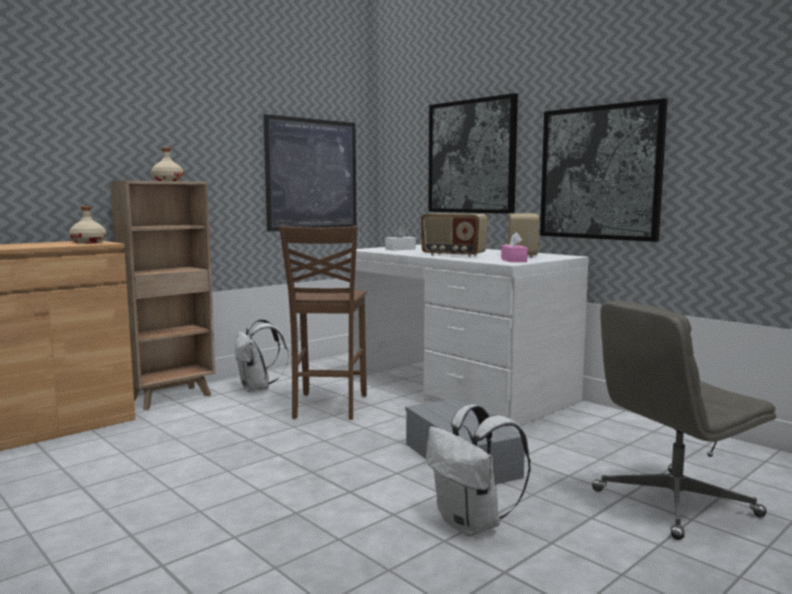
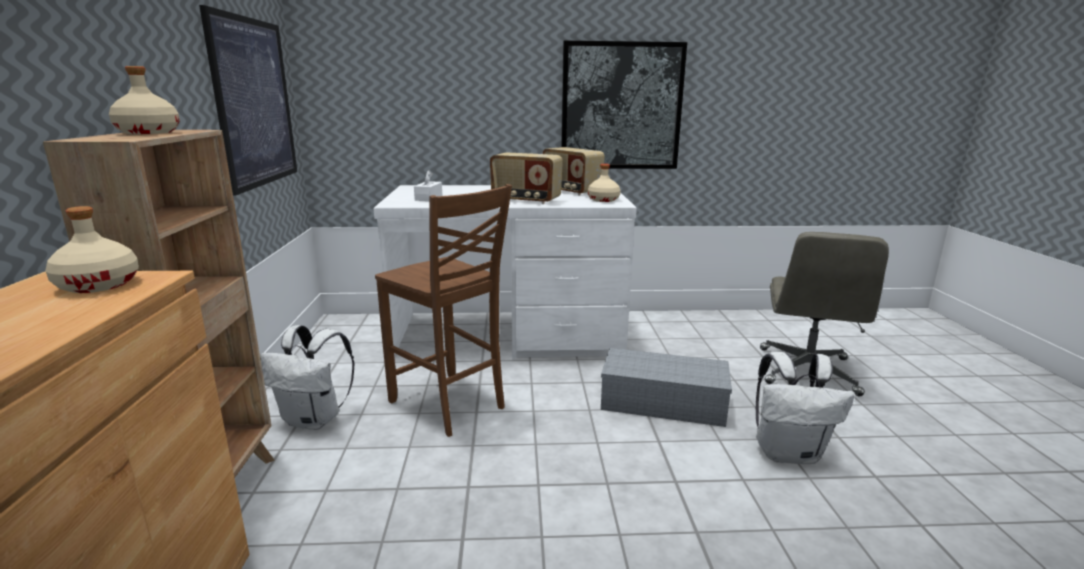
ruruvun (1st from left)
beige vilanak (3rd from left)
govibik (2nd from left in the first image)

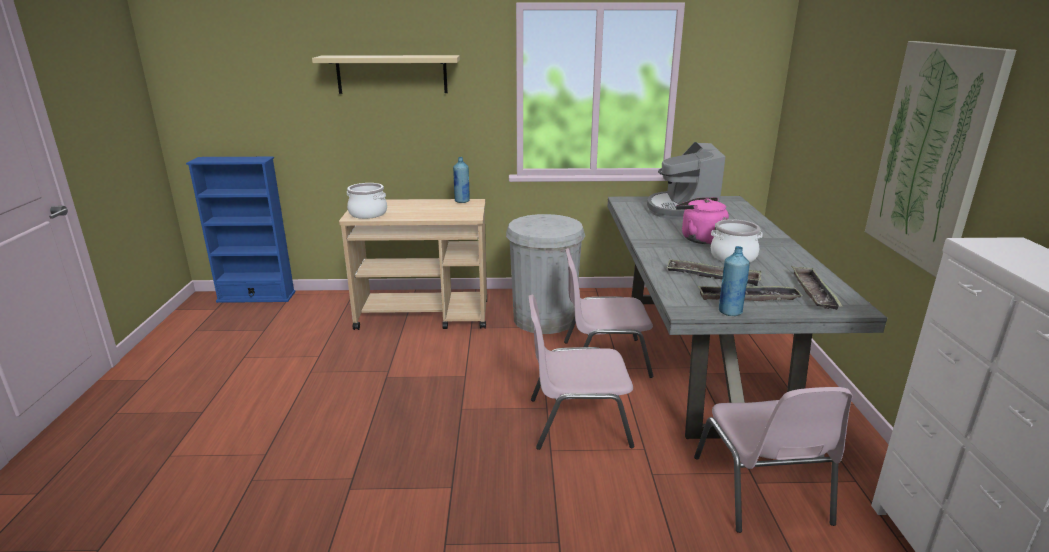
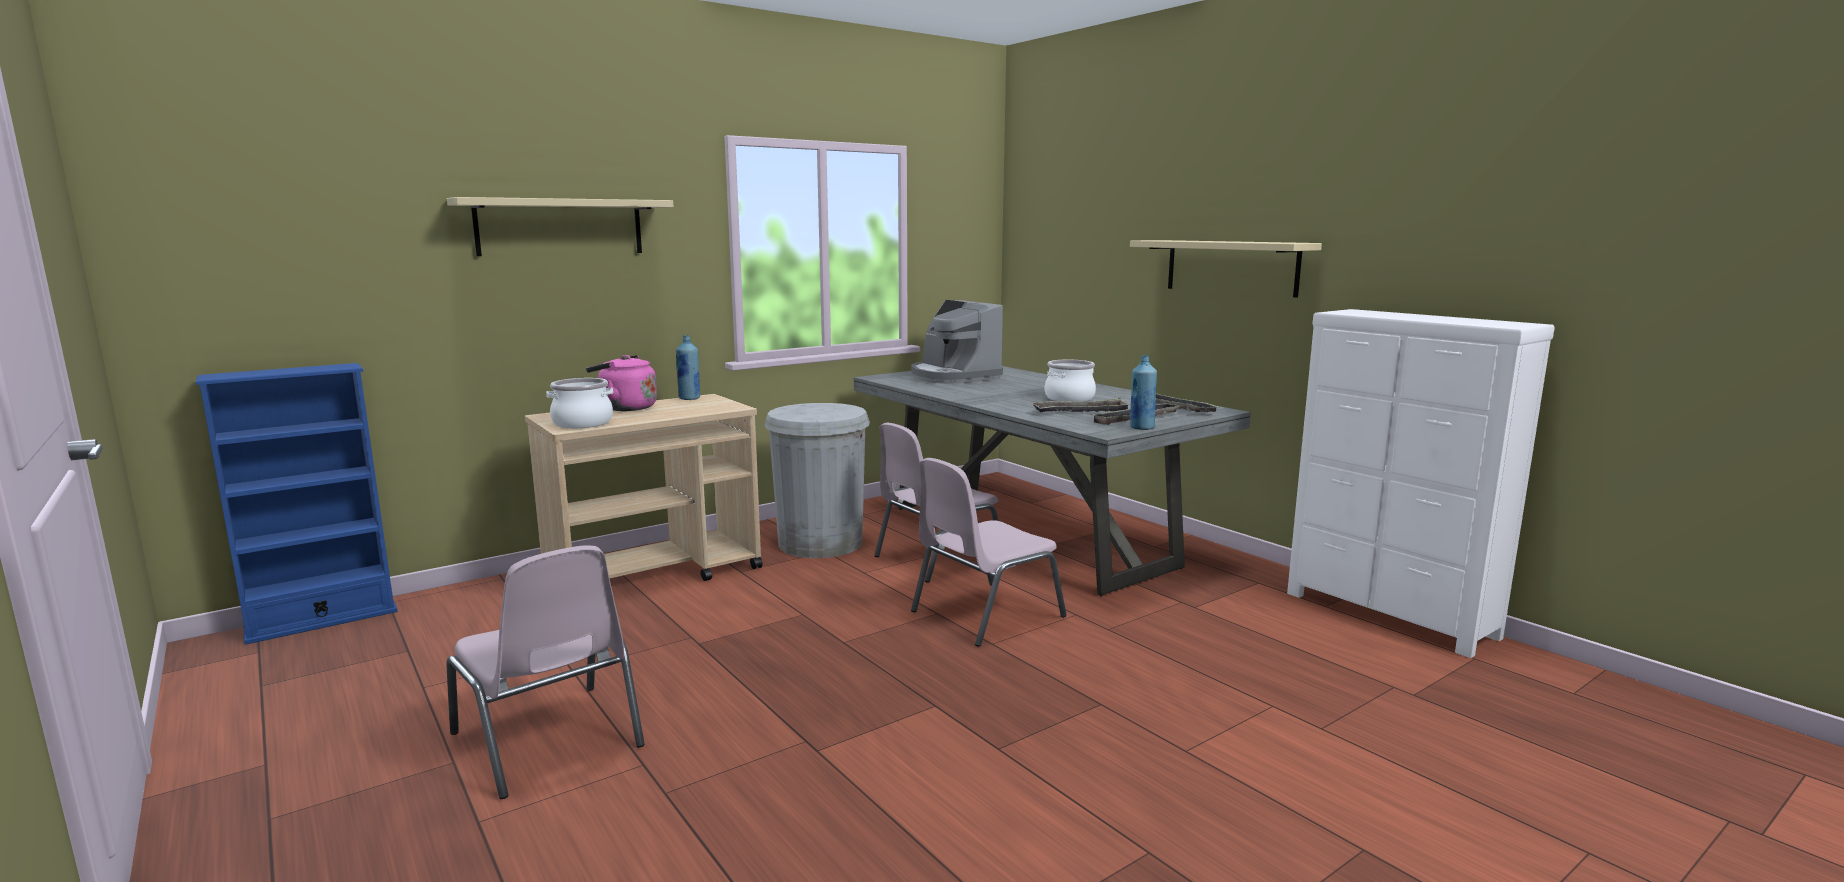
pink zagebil (1st from left)
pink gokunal
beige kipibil (2nd from left)

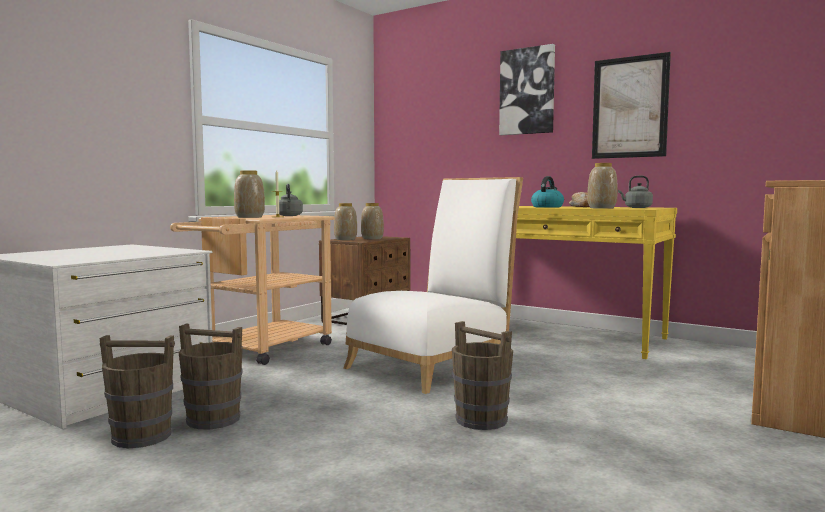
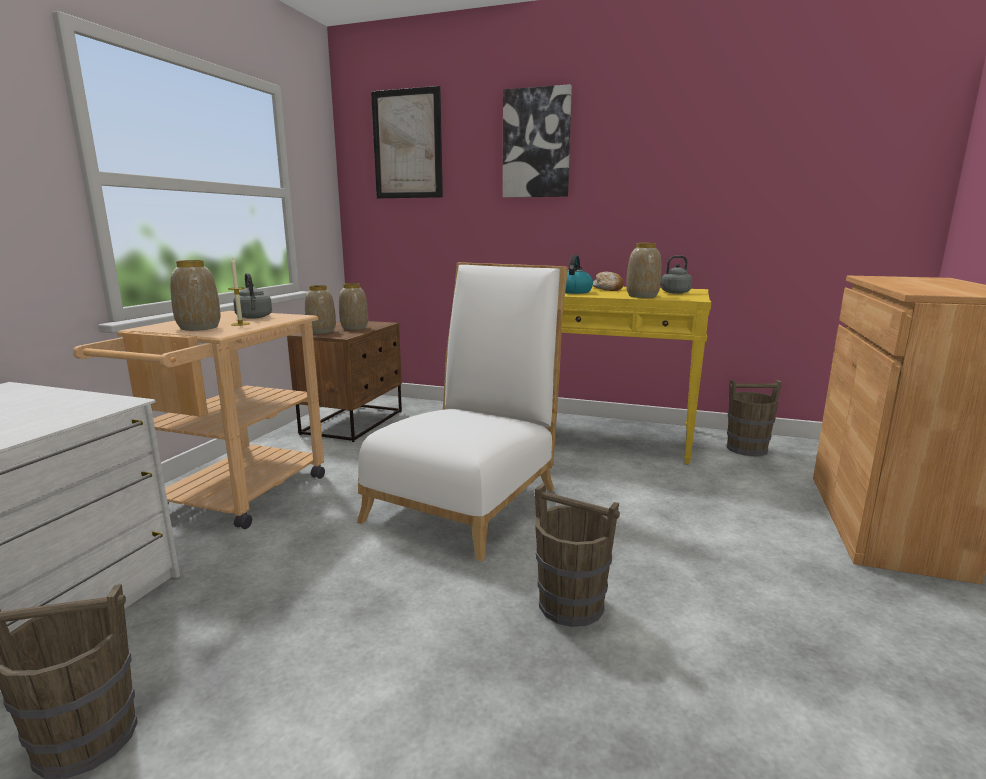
govibik (1st from left)
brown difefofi (3rd from left)

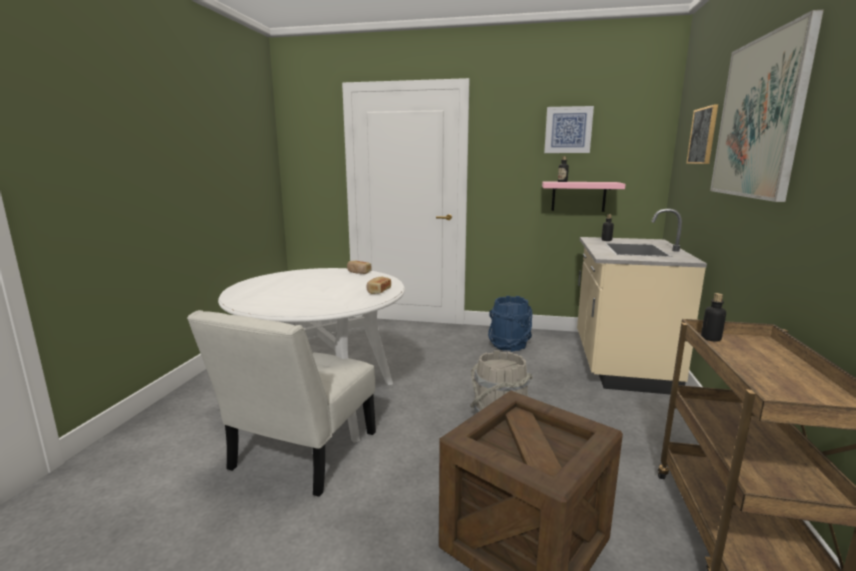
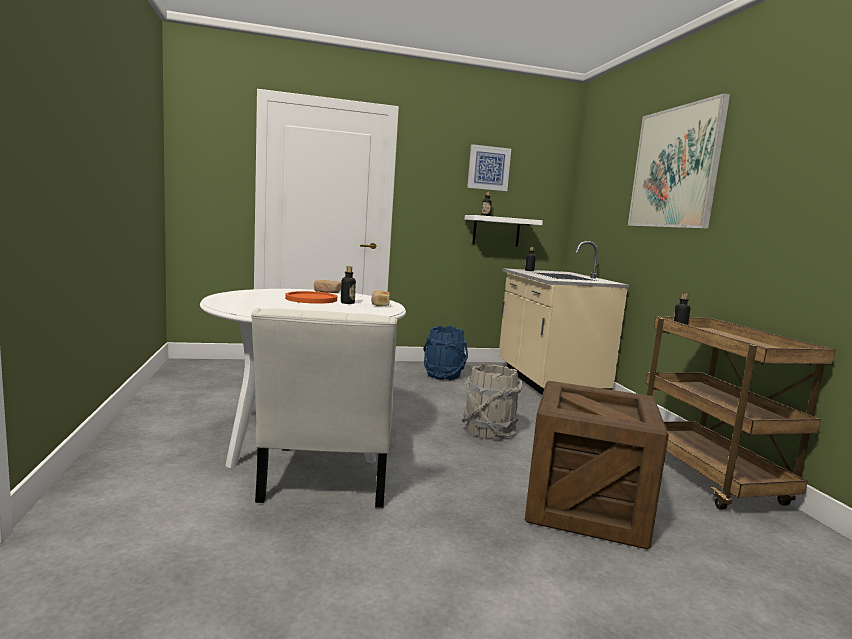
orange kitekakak
vilanak (1st from left)
white kipibil
govibik (2nd from left in the first image)

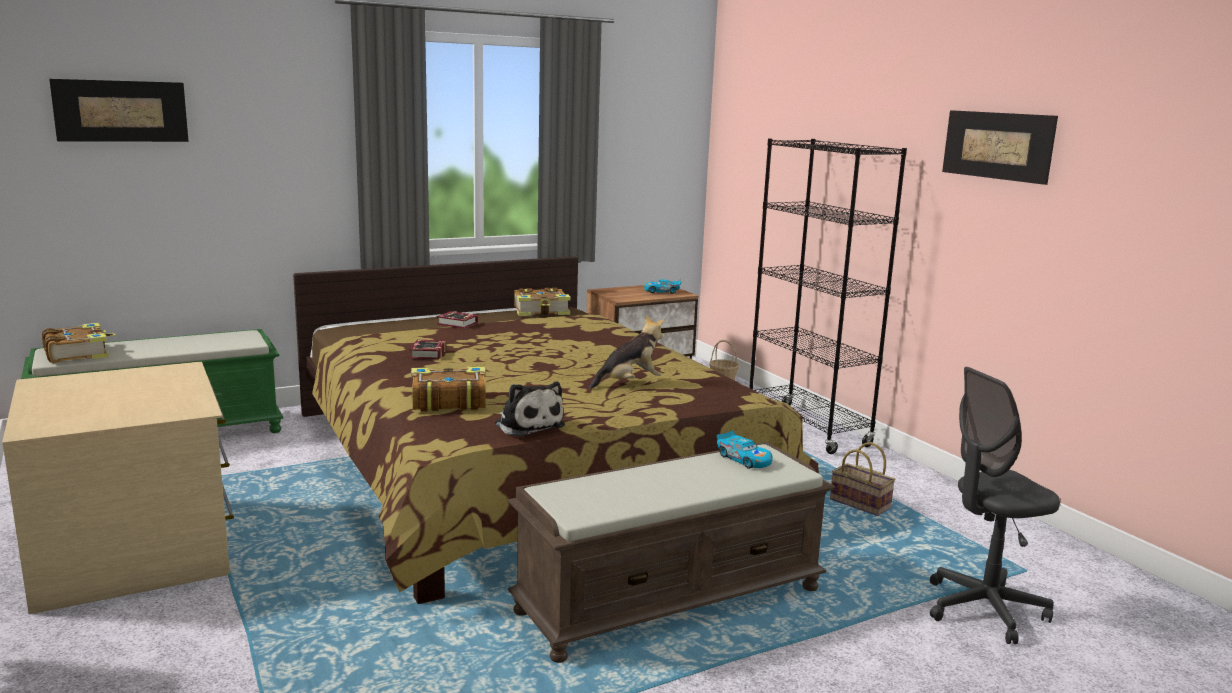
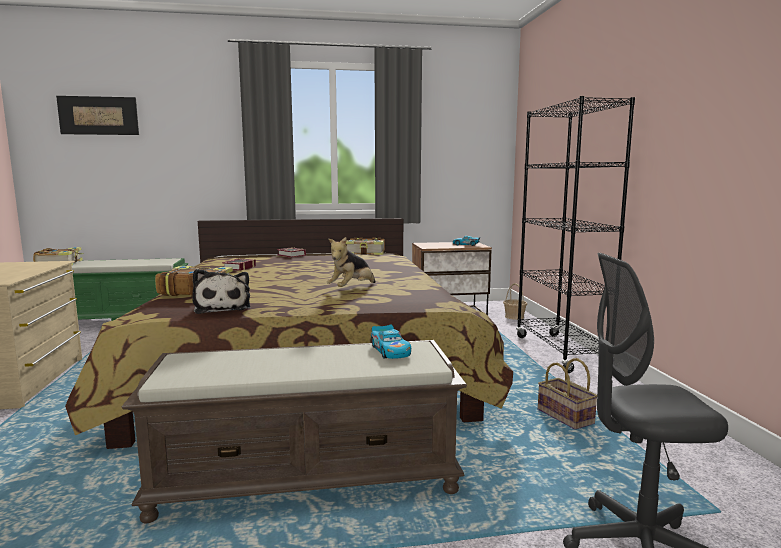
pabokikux (2nd from left)
govibik (2nd from left in the first image)

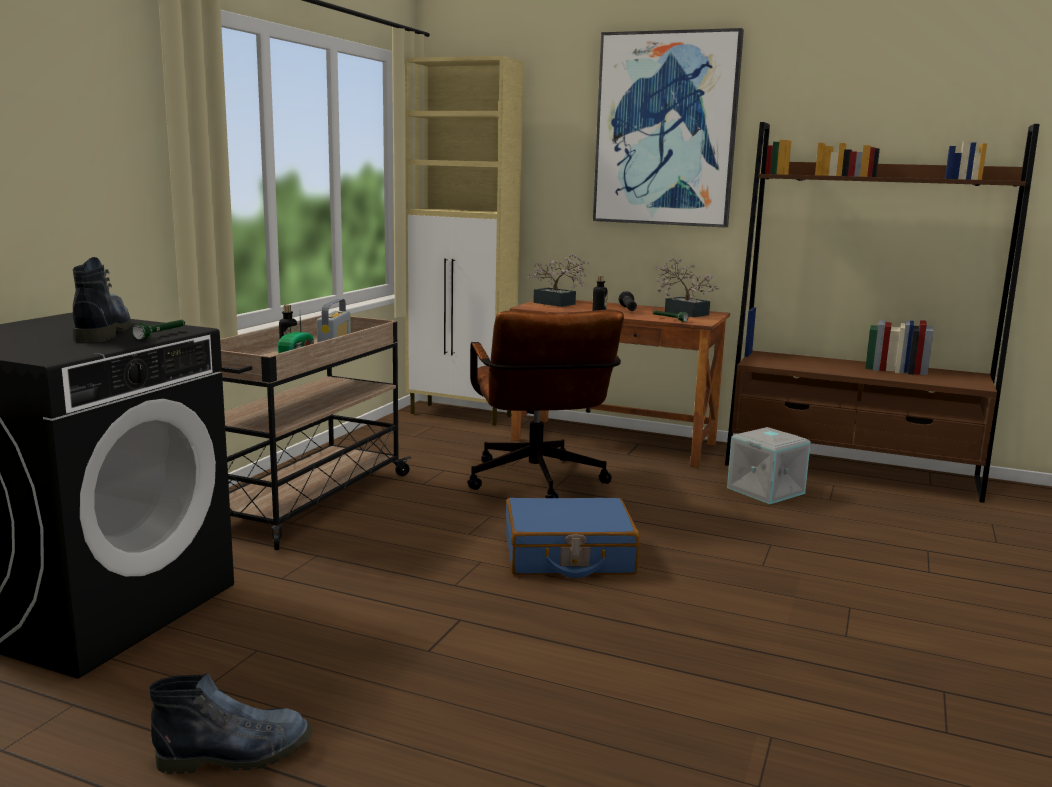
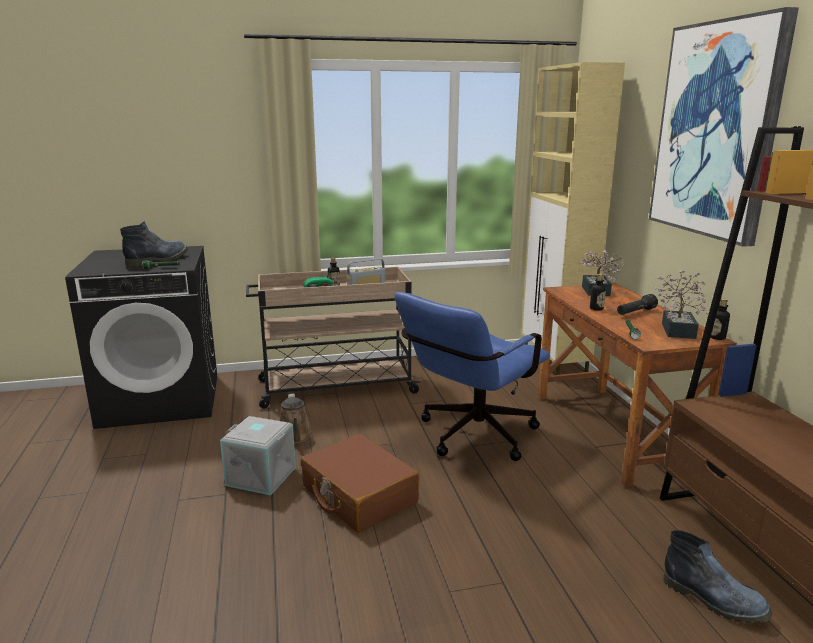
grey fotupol
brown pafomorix
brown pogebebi
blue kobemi
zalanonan (2nd from left)
vilanak (3rd from left)

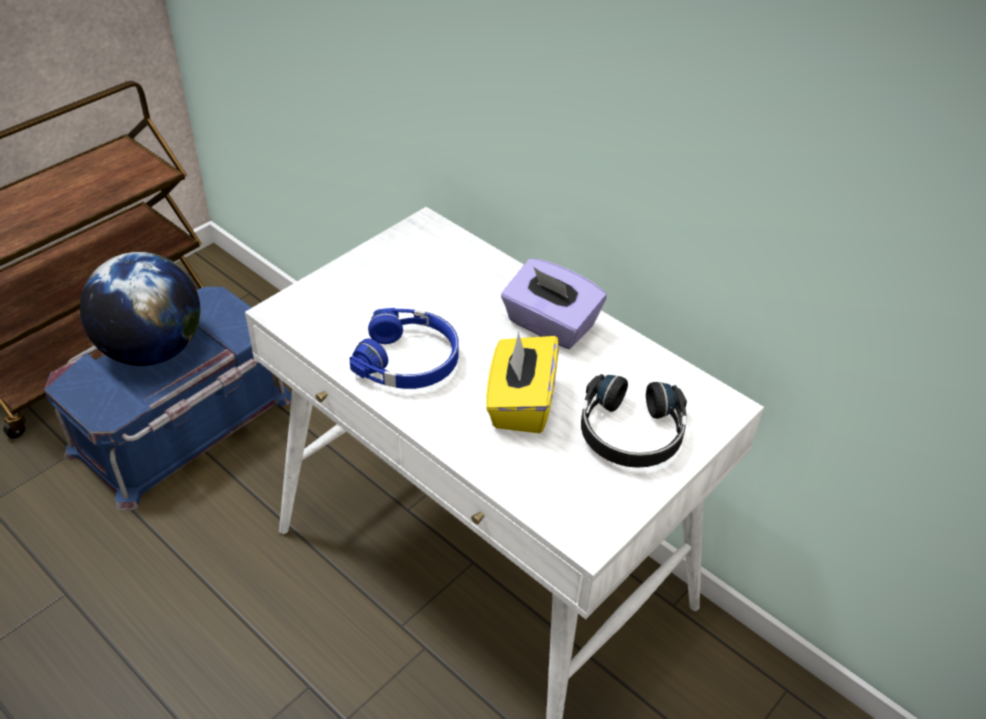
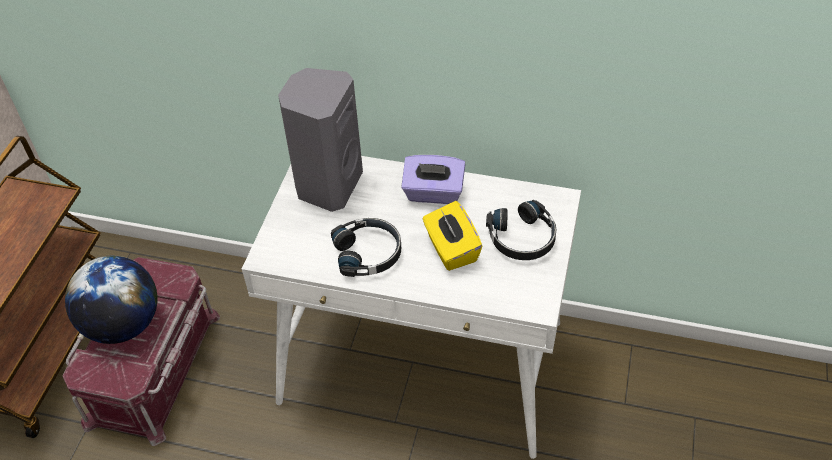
red fotupol
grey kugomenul
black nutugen (1st from left)

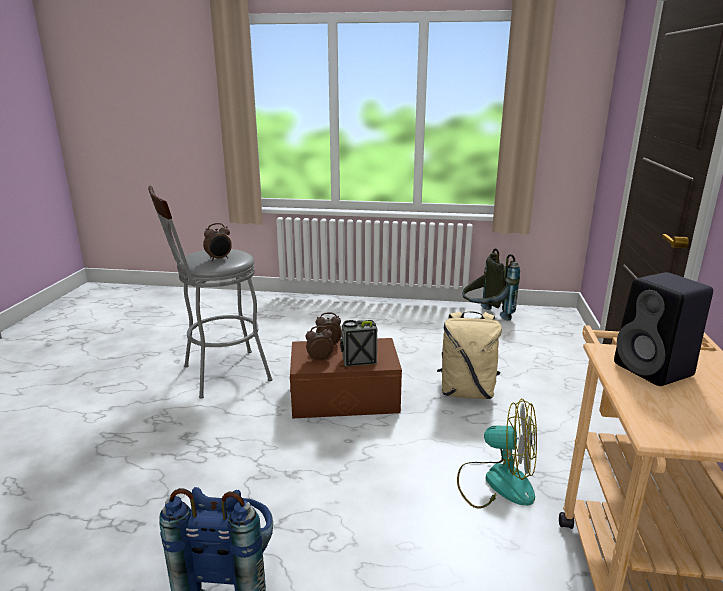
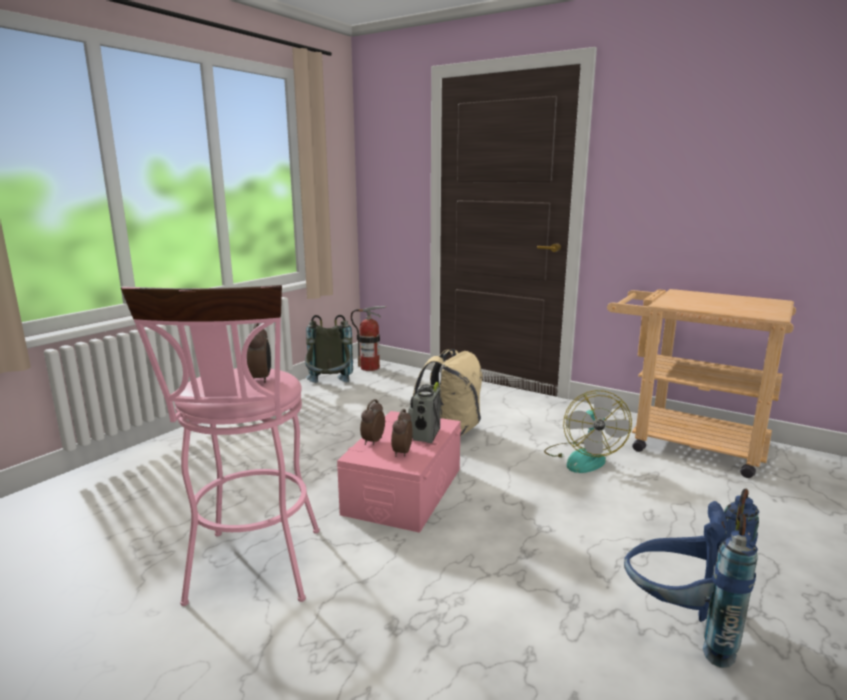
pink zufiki
pink fotupol
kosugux
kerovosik
black kugomenul

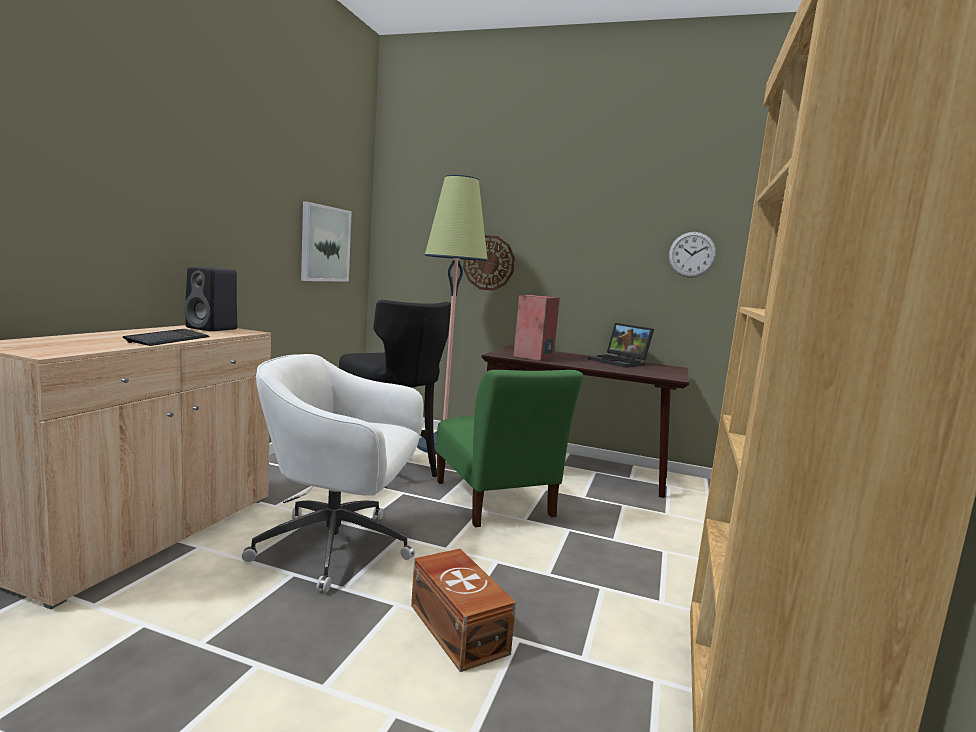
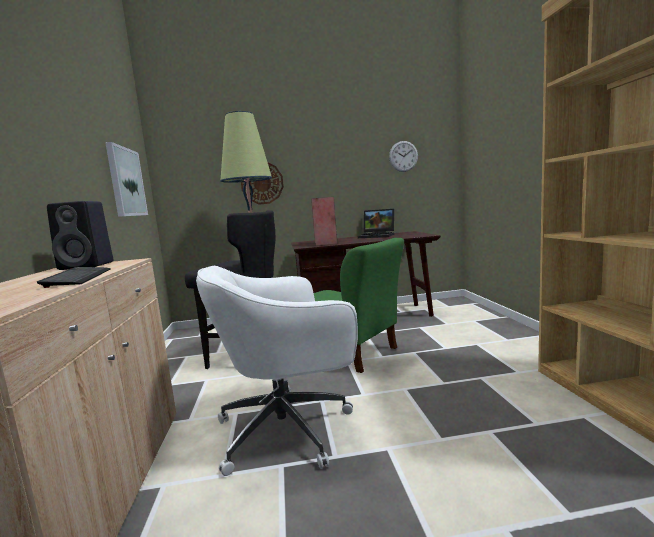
brown fotupol

